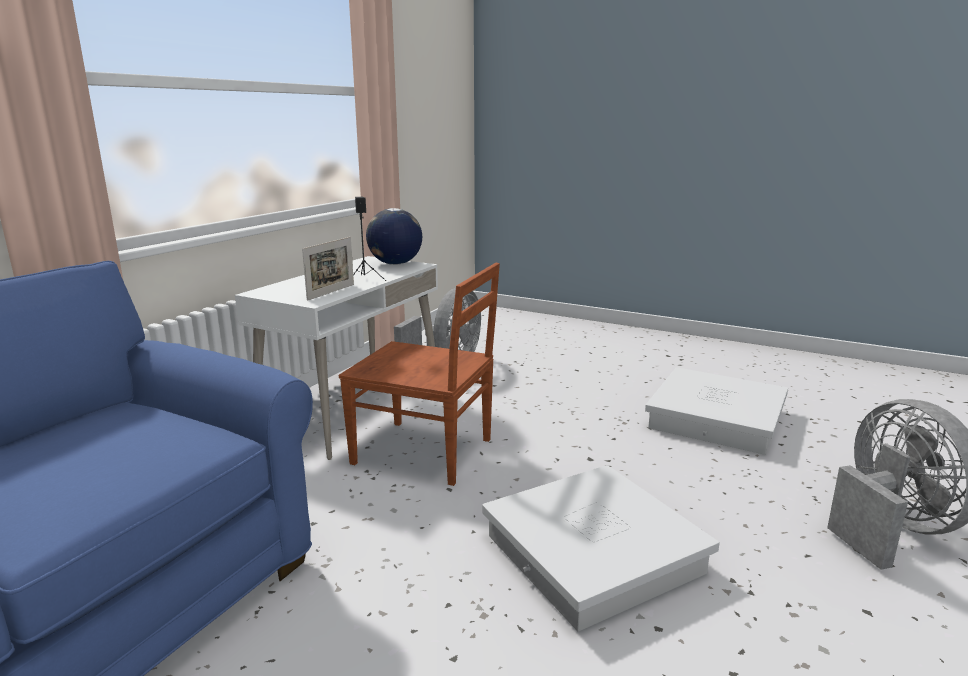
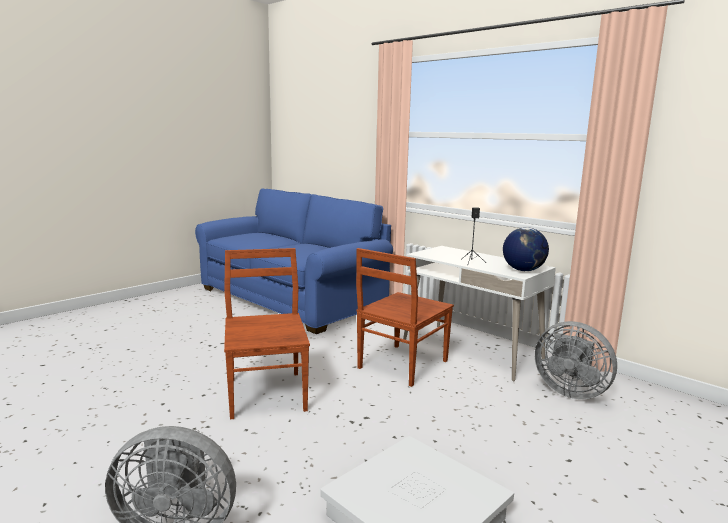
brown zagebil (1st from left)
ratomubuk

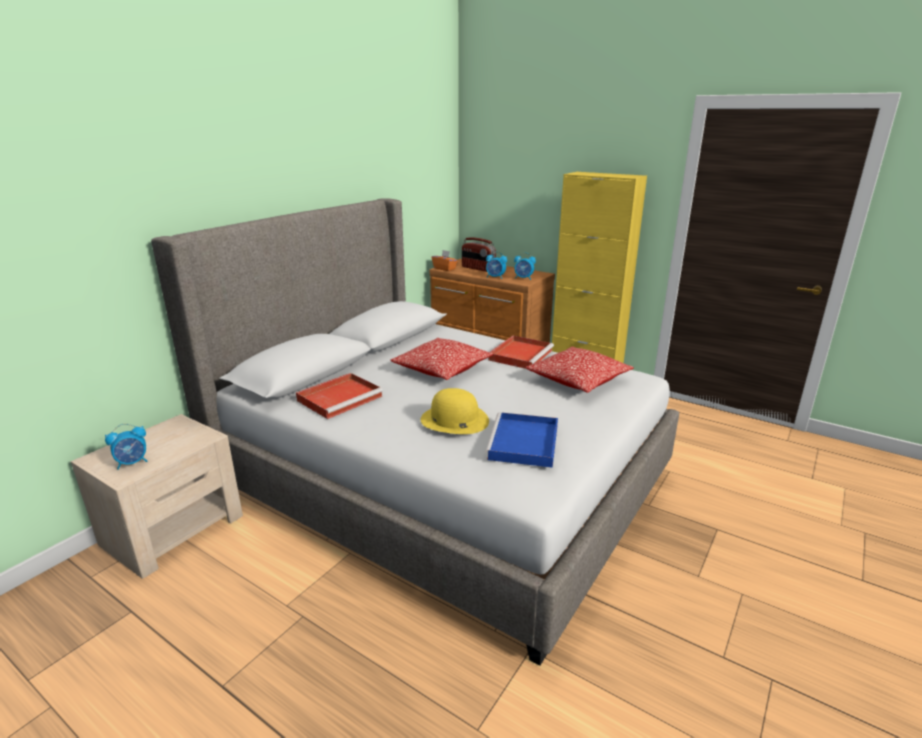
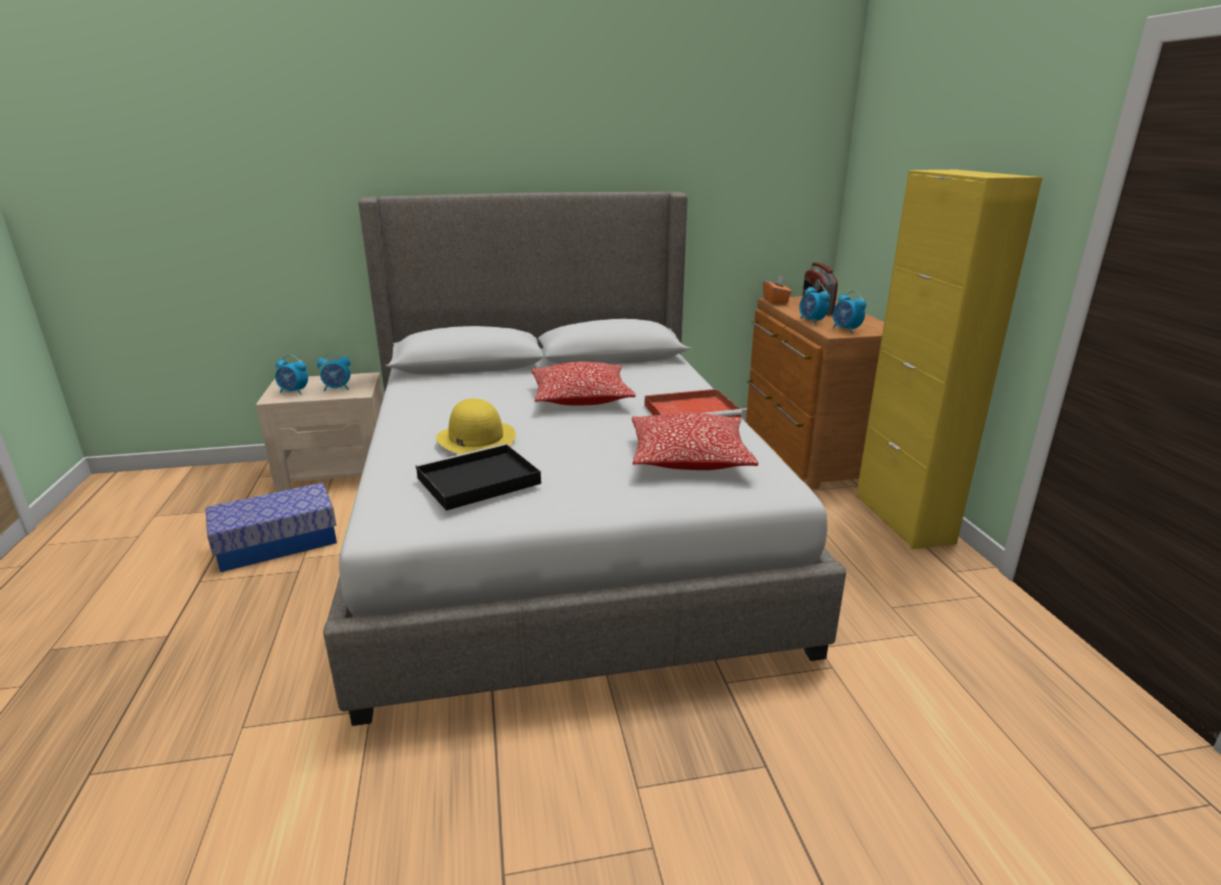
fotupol
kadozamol (2nd from left)
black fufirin
red fufirin (1st from left in the first image)

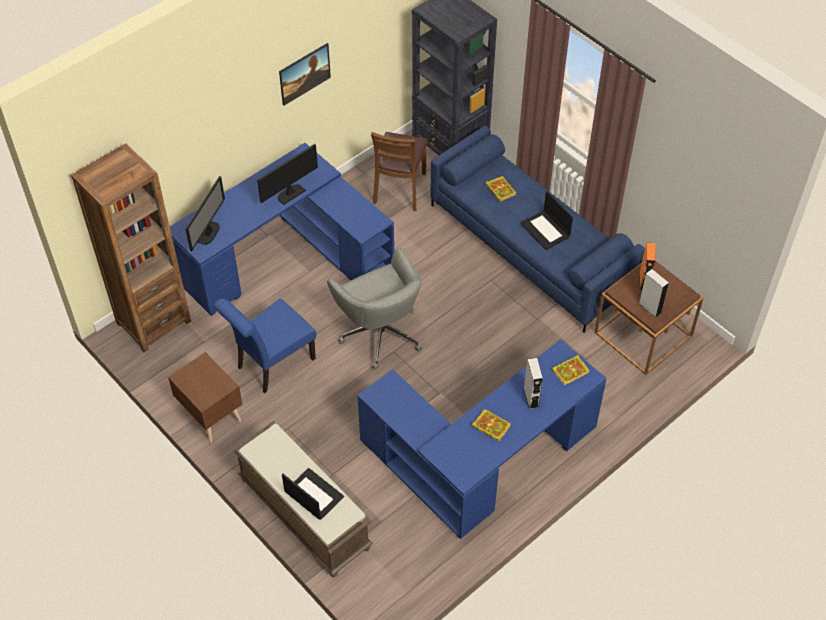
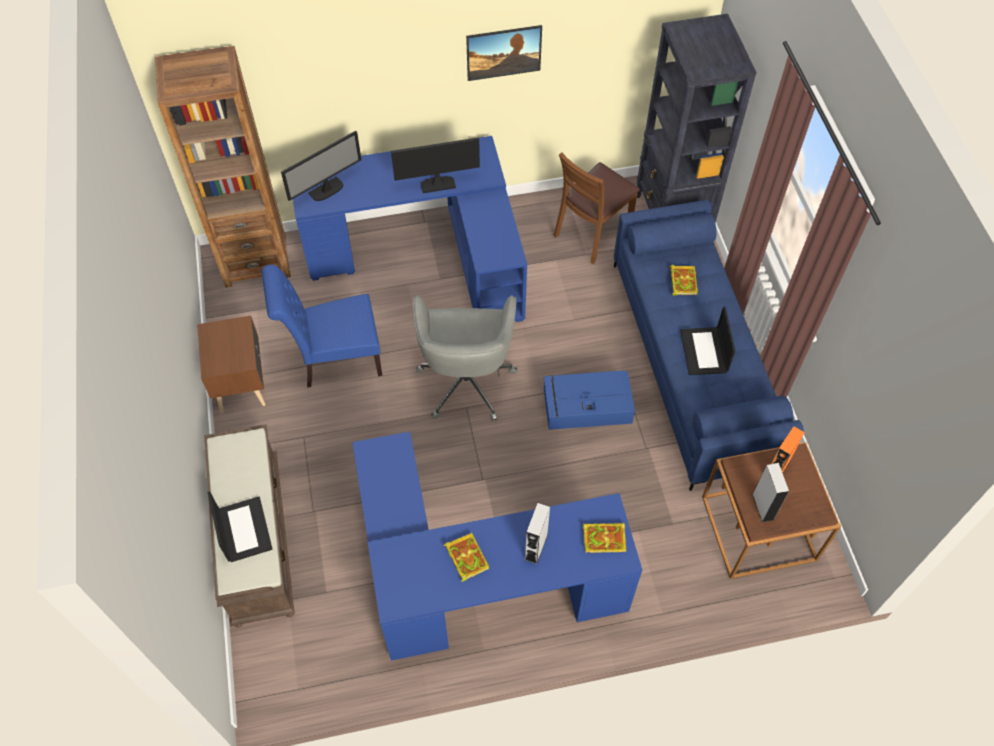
blue fotupol

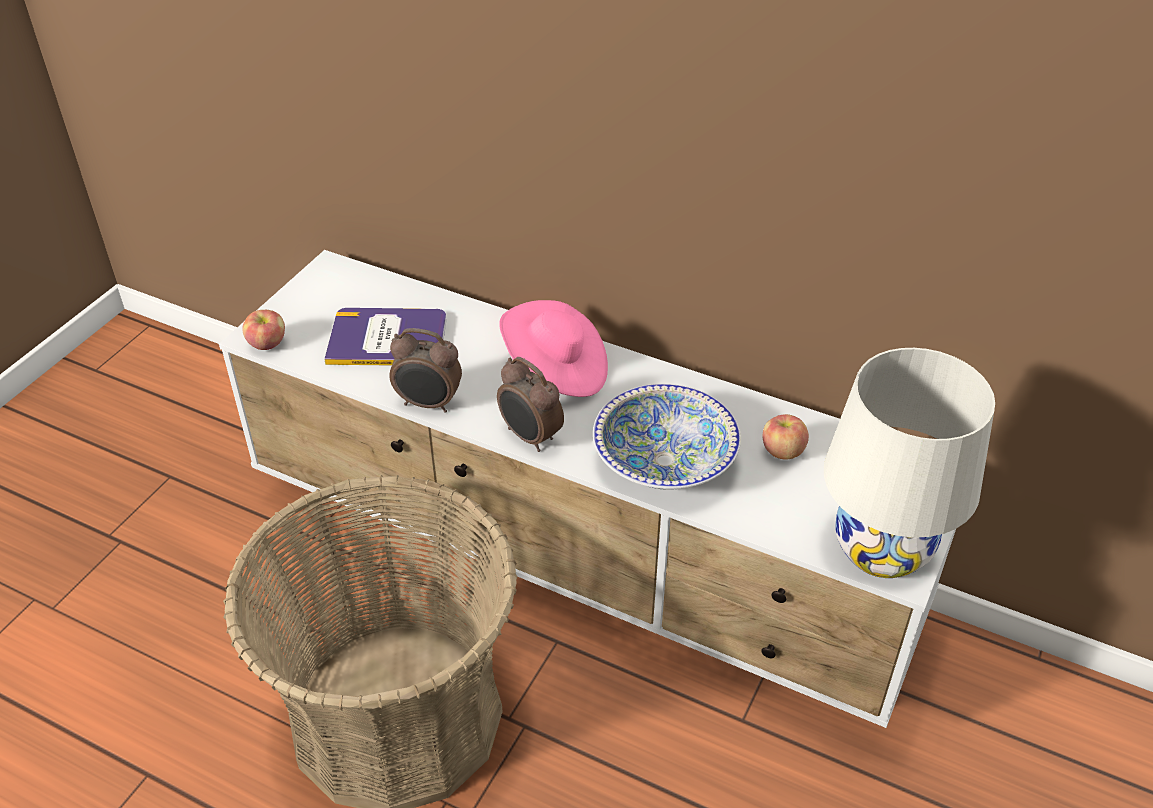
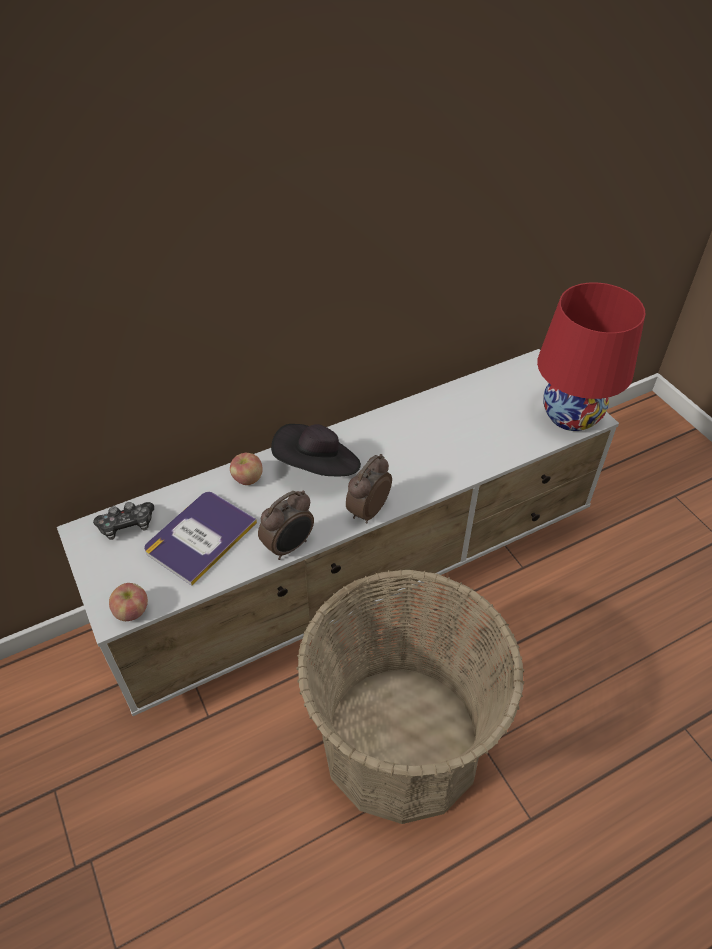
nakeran
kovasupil (2nd from left)
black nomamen
kadozamol (2nd from left)
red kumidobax
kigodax

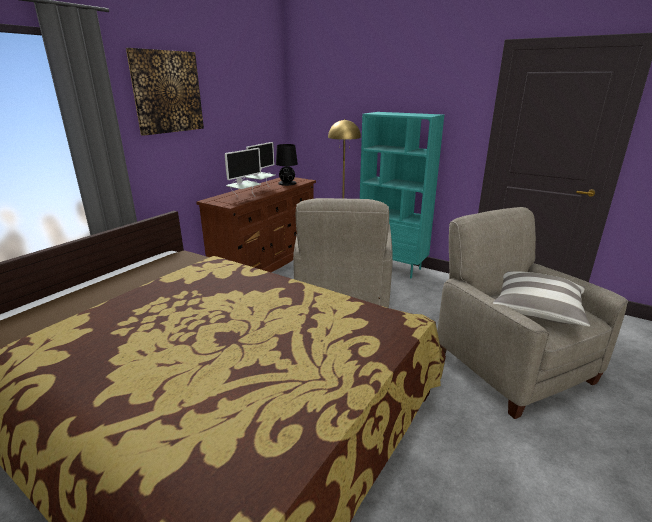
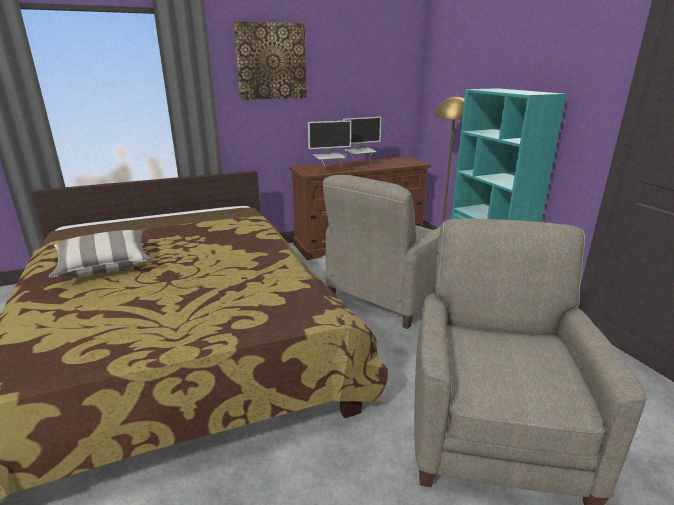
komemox
black kumidobax

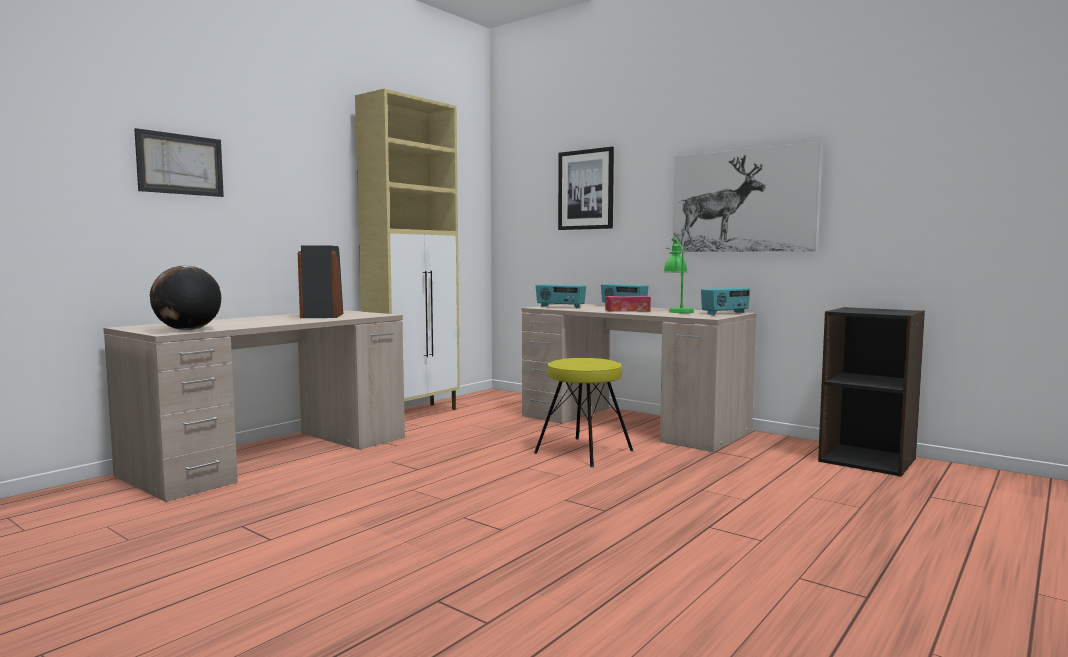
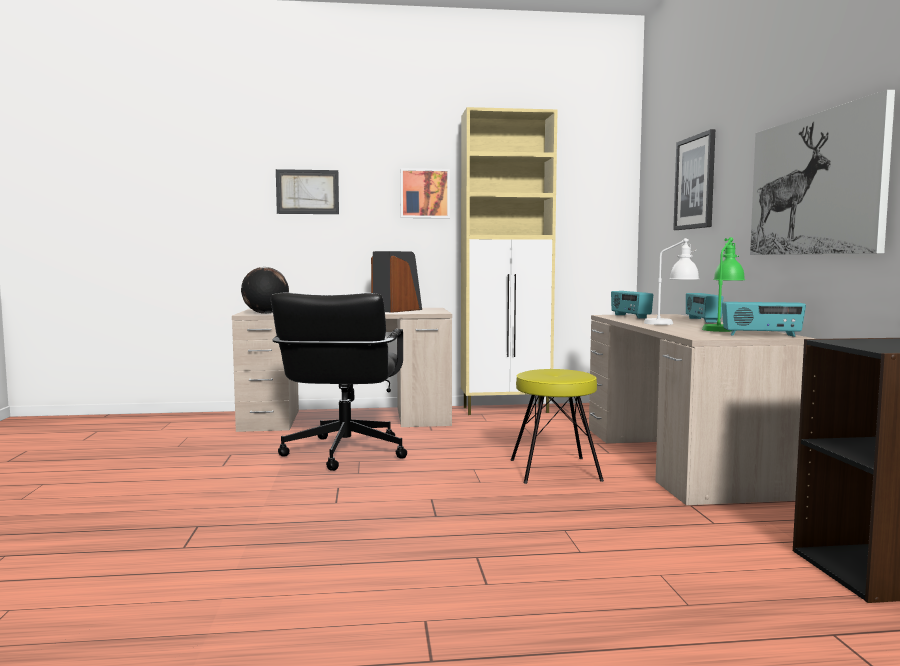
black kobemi
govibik (2nd from left)
white kumidobax

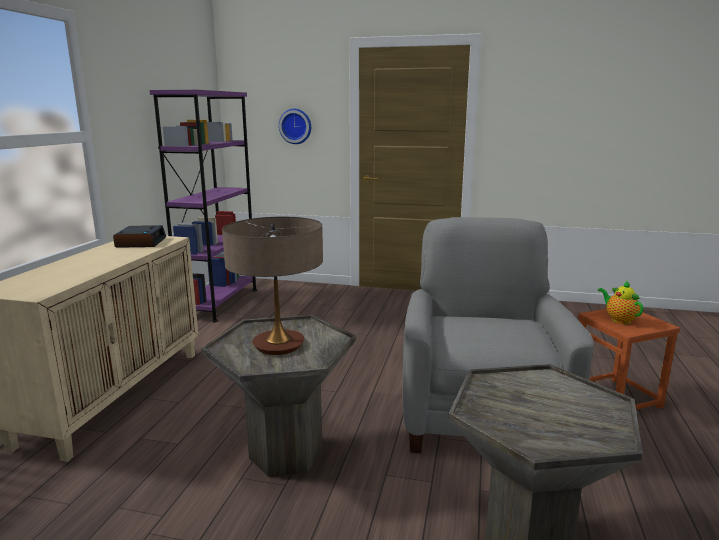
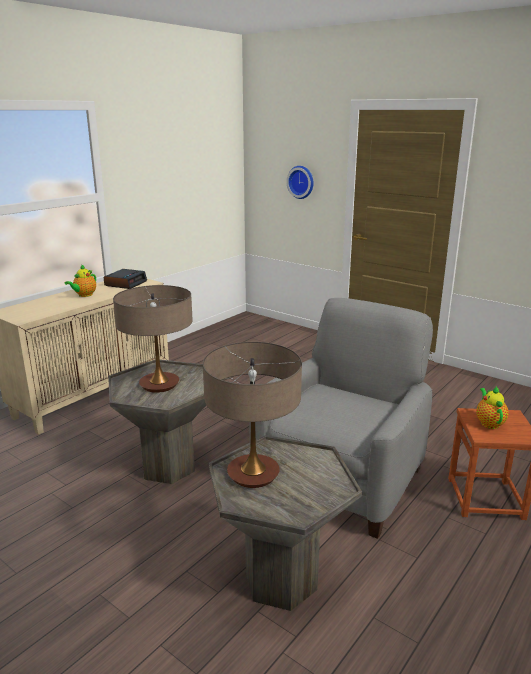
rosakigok (1st from left)
kumidobax (2nd from left)
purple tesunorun

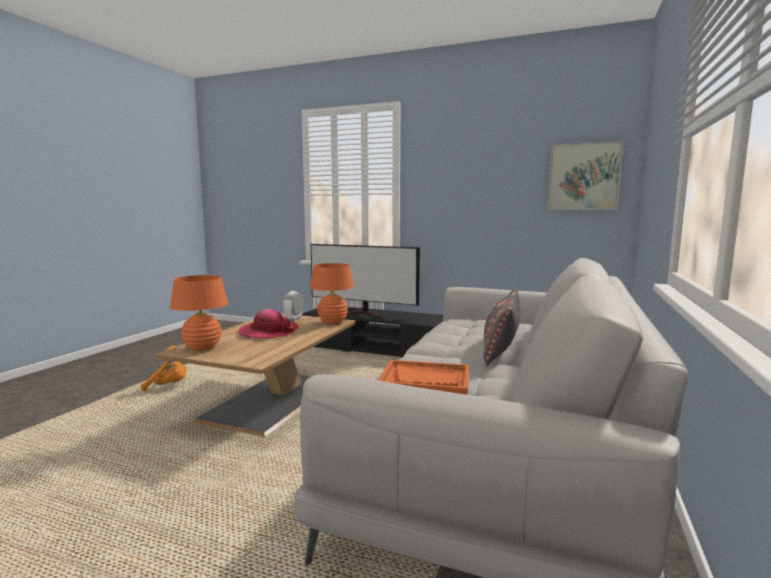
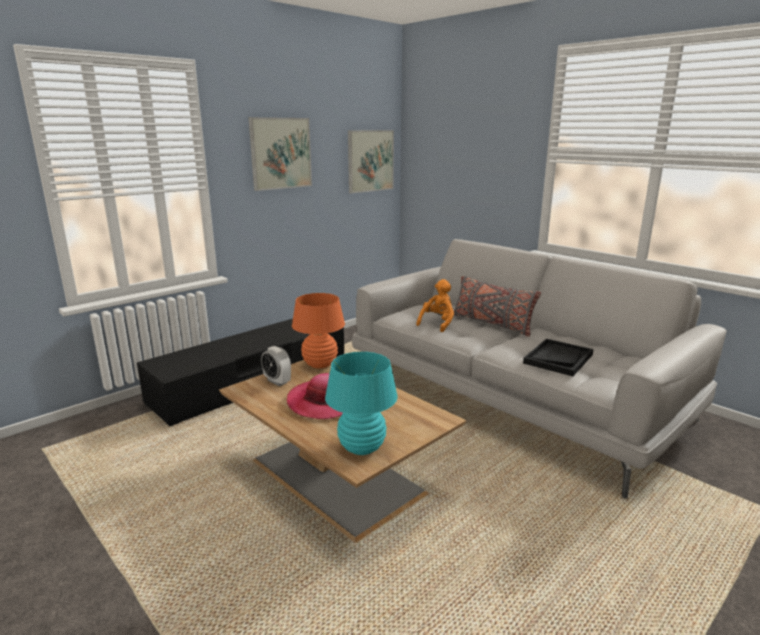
govibik (1st from left)
turquoise kumidobax
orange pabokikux
black fufirin
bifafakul

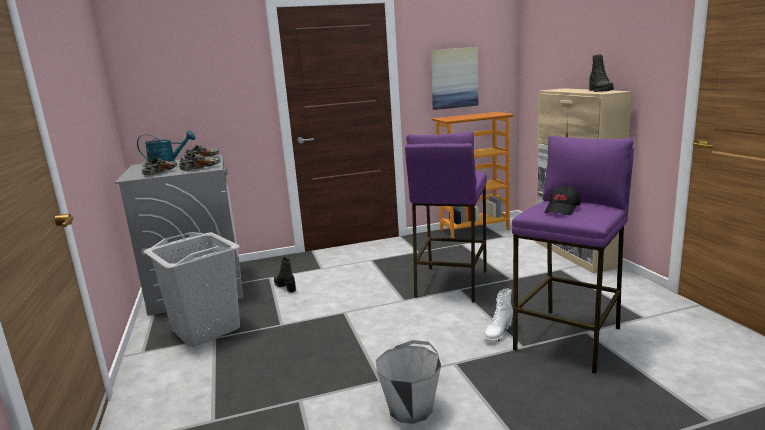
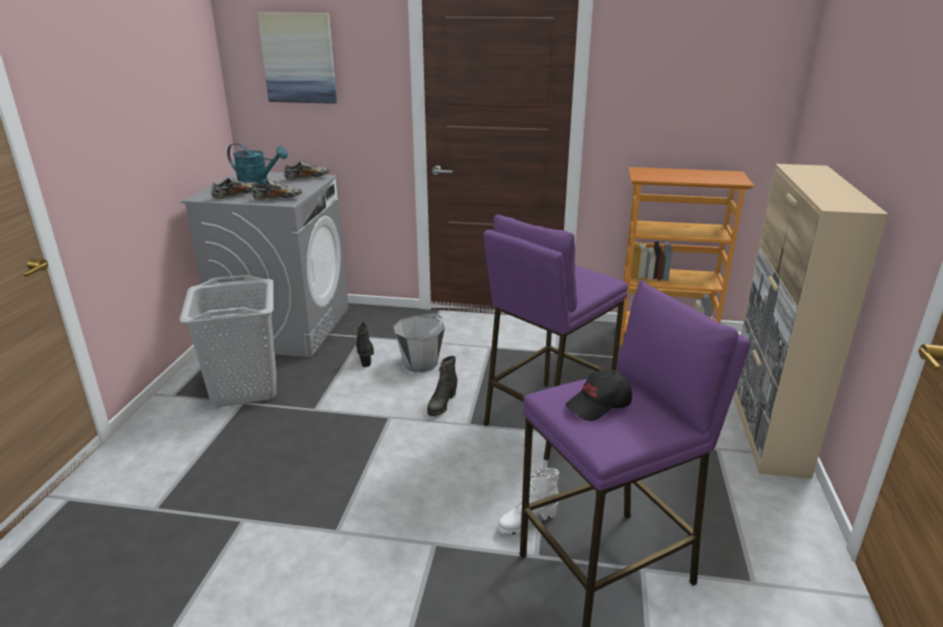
govibik
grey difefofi
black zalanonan (2nd from left)

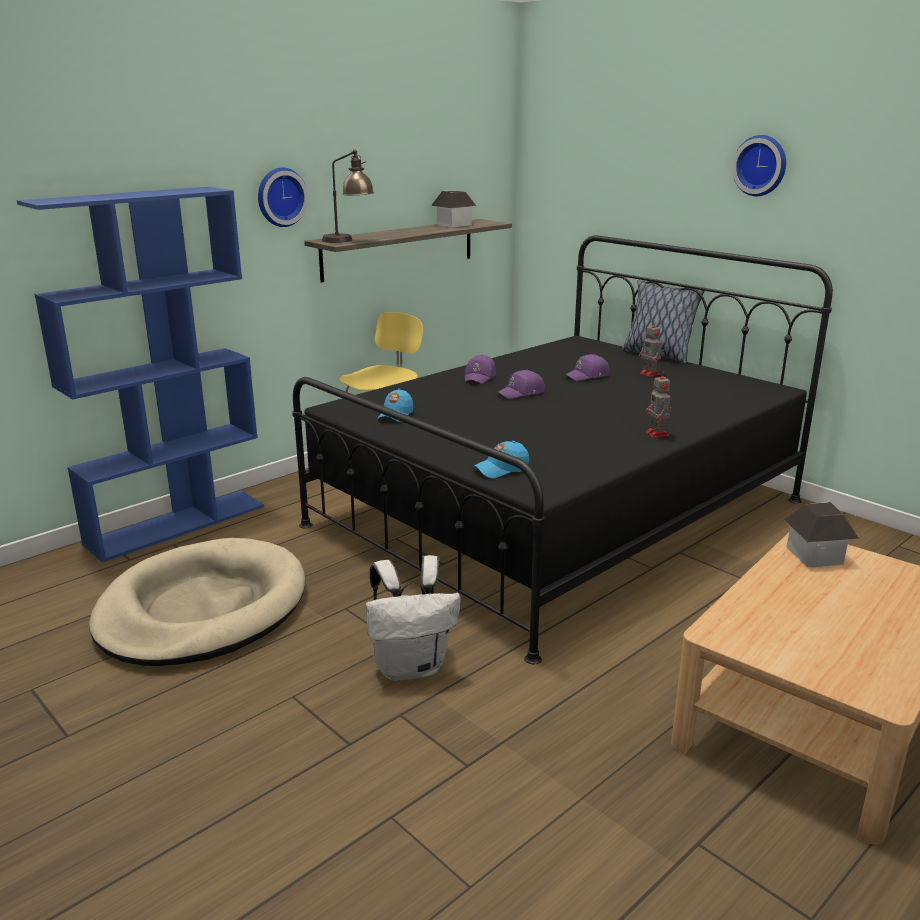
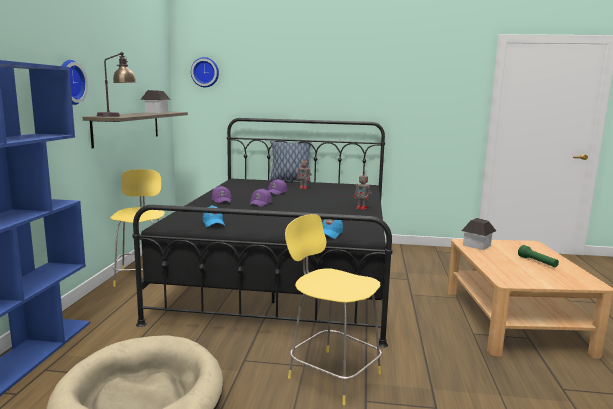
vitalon (2nd from left)
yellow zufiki (2nd from left)
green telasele

